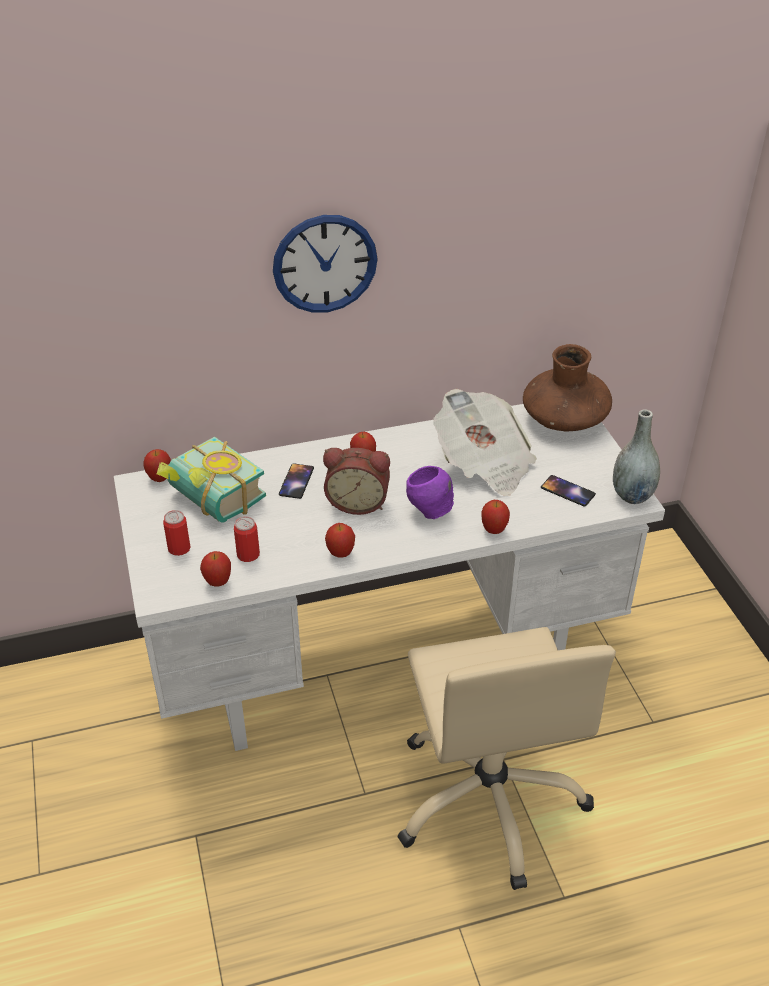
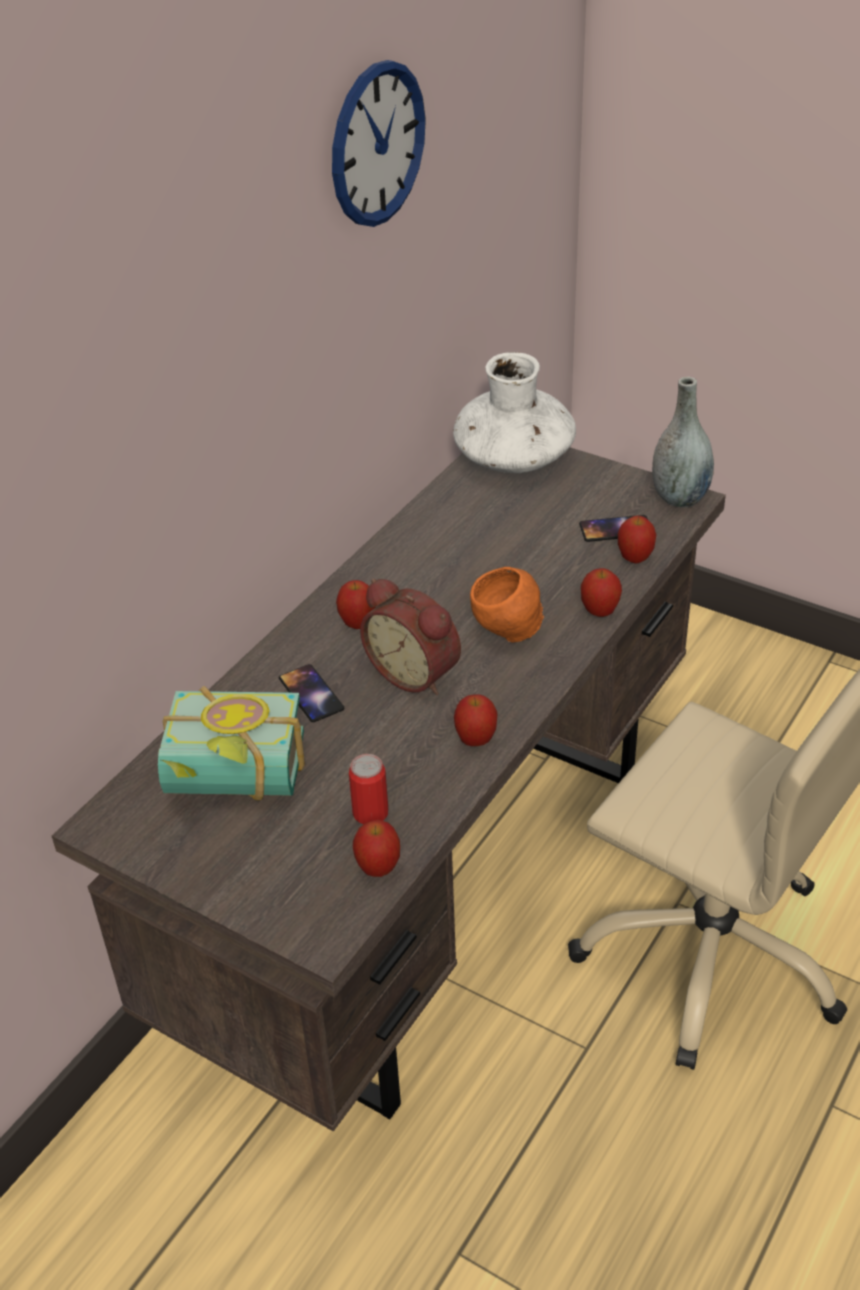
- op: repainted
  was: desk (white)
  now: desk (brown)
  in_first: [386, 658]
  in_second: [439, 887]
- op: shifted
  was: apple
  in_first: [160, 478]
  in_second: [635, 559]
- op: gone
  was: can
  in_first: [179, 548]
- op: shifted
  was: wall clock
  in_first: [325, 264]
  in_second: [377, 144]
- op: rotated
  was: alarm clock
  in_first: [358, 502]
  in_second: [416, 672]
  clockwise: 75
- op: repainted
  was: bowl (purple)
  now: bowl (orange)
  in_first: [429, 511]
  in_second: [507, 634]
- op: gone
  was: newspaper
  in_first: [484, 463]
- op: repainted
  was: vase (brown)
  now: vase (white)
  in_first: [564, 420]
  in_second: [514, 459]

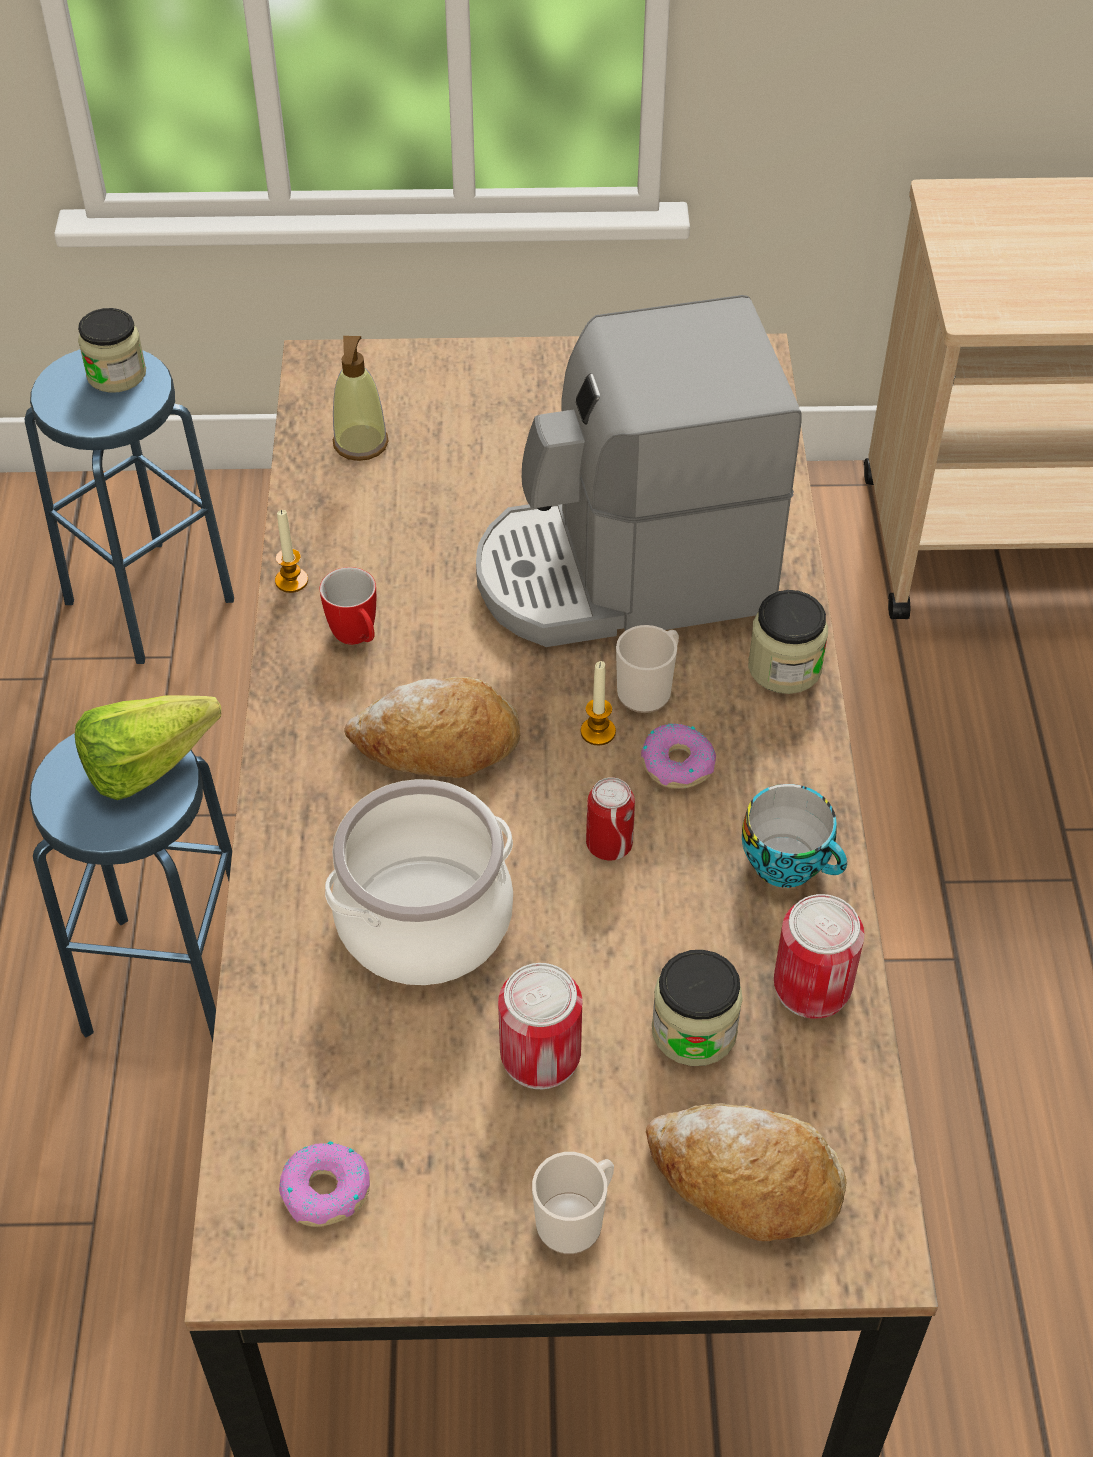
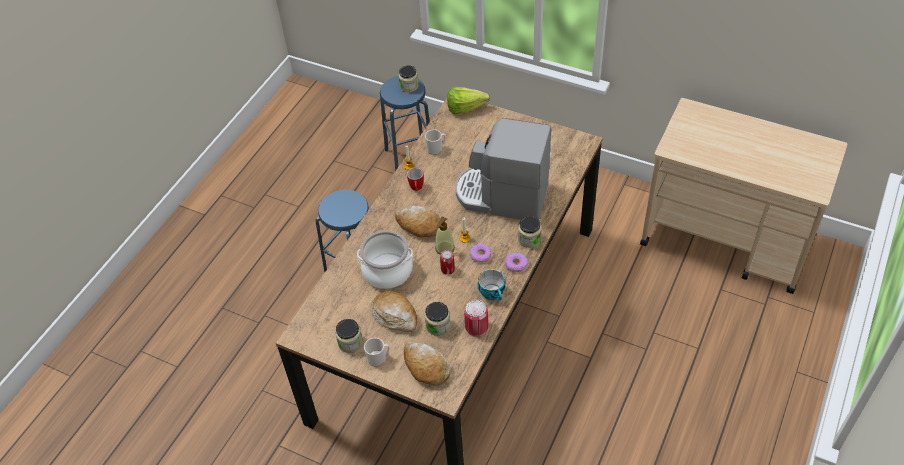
- op: shifted
  was: lettuce
  in_first: [160, 763]
  in_second: [469, 109]
- op: shifted
  was: donut
  in_first: [325, 1191]
  in_second: [516, 264]
- op: shifted
  was: soap dispenser
  in_first: [360, 443]
  in_second: [444, 249]
- op: swapped
  was: can
  now: bread
  in_first: [540, 1055]
  in_second: [395, 316]
- op: shifted
  was: mug
  in_first: [648, 689]
  in_second: [436, 149]
- op: new
  now: jar
  in_second: [350, 342]

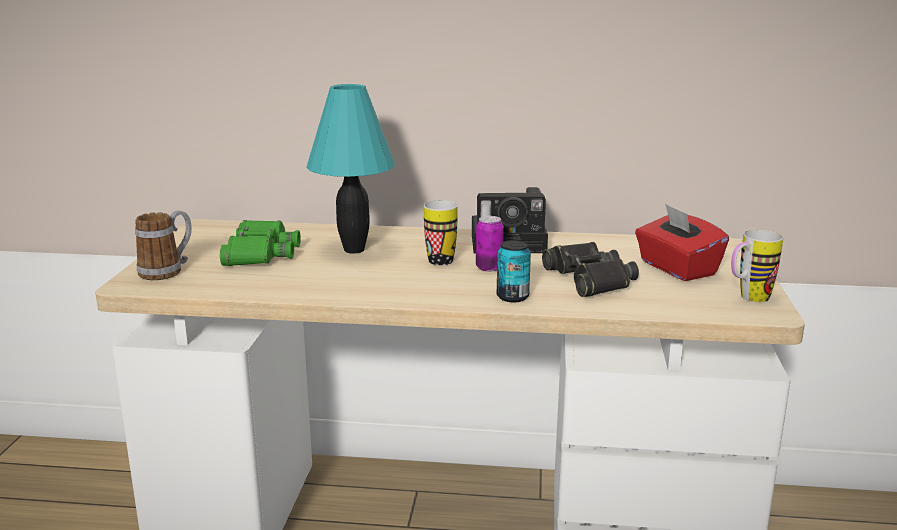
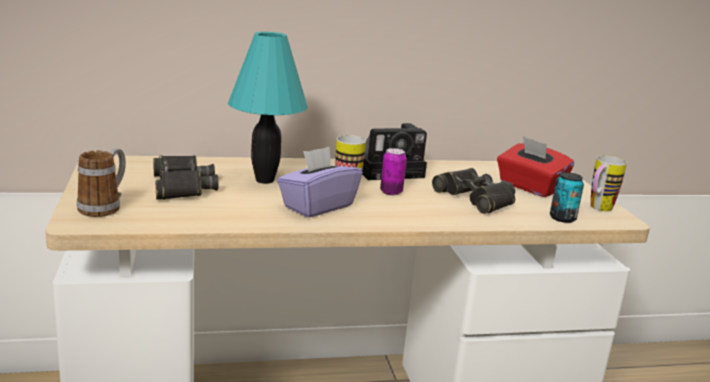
- op: repainted
  was: binoculars (green)
  now: binoculars (black)
  in_first: [260, 253]
  in_second: [181, 186]
- op: shifted
  was: can
  in_first: [512, 297]
  in_second: [562, 218]
- op: new
  now: tissue box (purple)
  in_second: [317, 206]

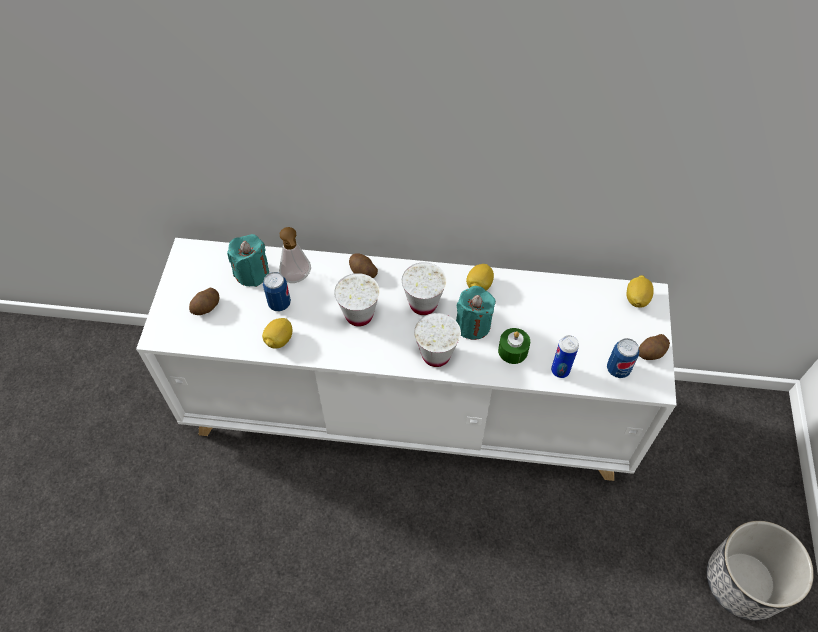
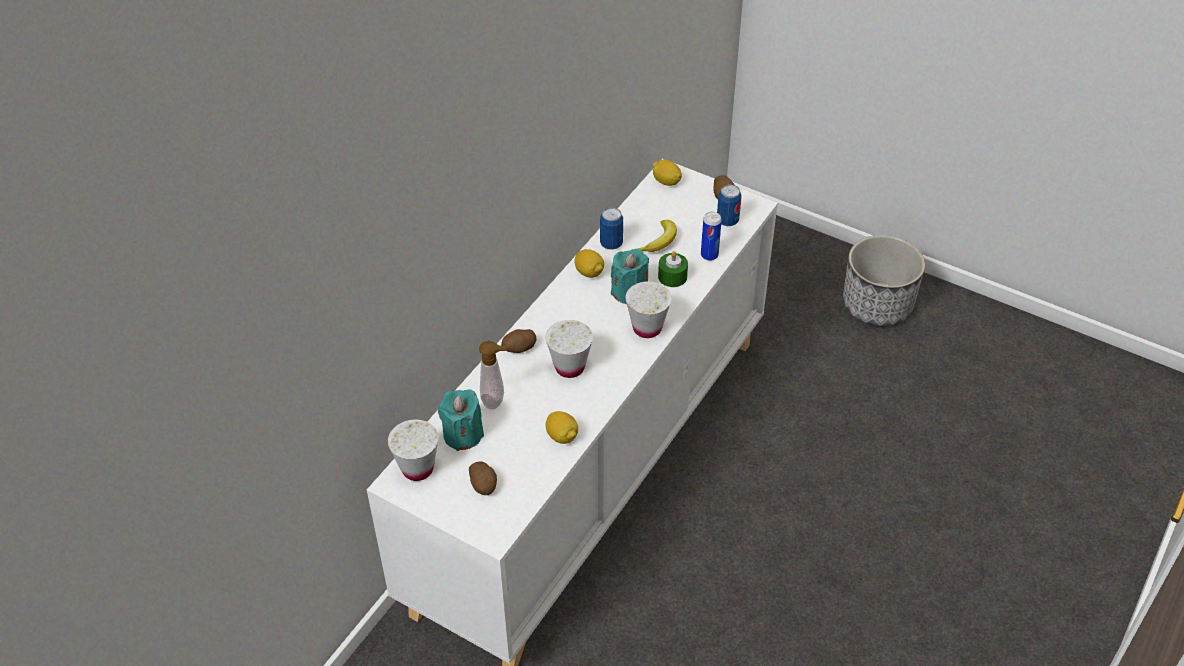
- op: shifted
  was: can
  in_first: [279, 303]
  in_second: [611, 244]
- op: shifted
  was: cup (white)
  in_first: [423, 304]
  in_second: [417, 469]
- op: new
  now: banana
  in_second: [659, 241]

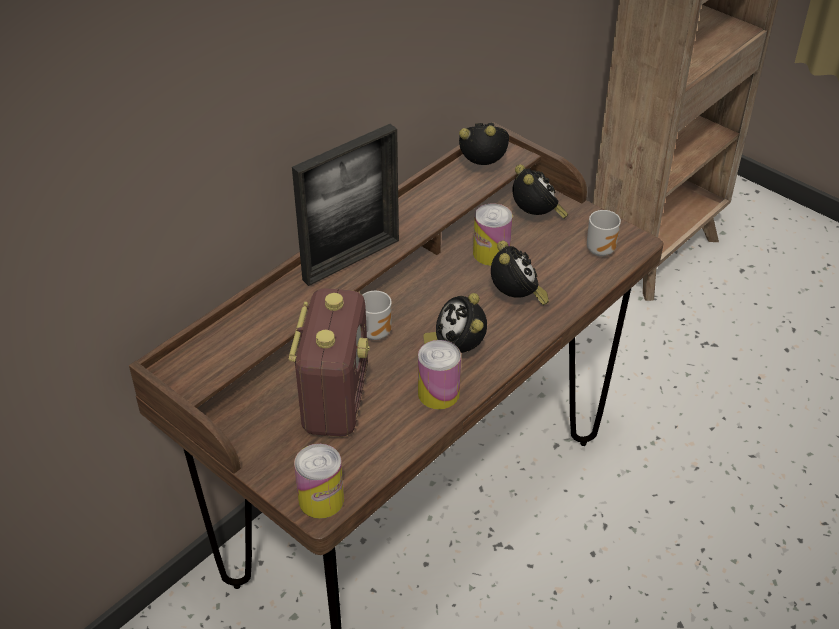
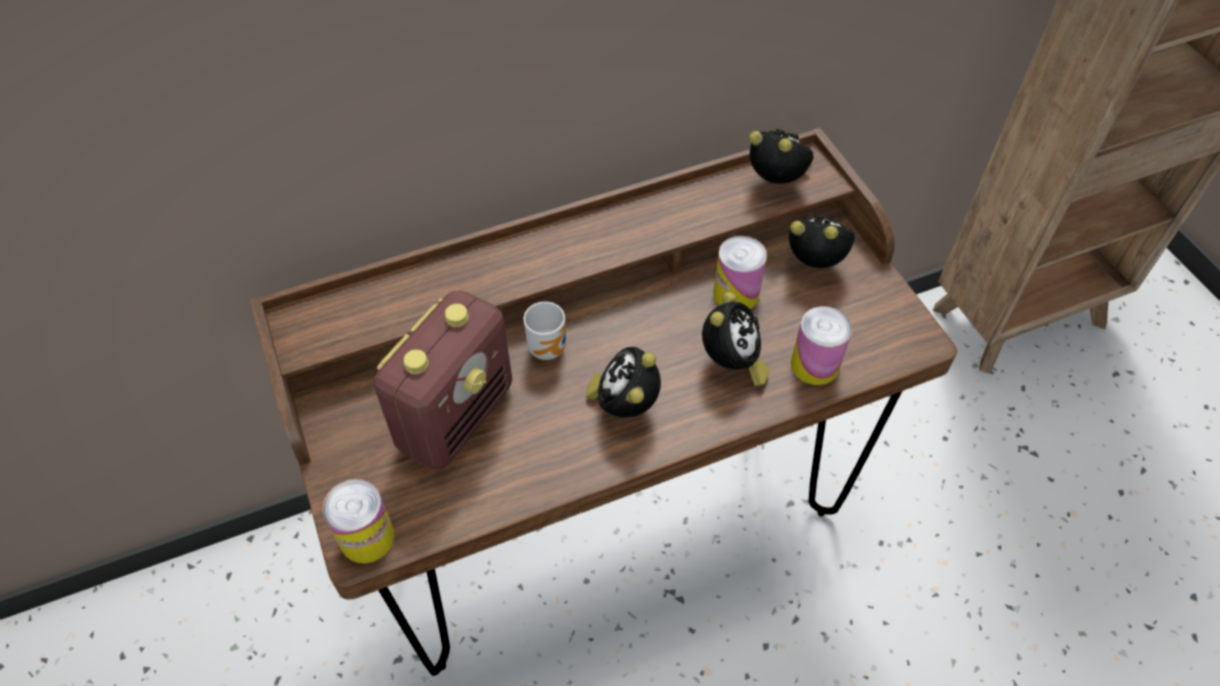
- op: gone
  was: picture frame
  in_first: [351, 260]
- op: shifted
  was: can
  in_first: [438, 393]
  in_second: [814, 365]
- op: rotated
  was: alarm clock
  in_first: [536, 217]
  in_second: [817, 264]
  clockwise: -75
- op: gone
  was: mug
  in_first: [602, 249]

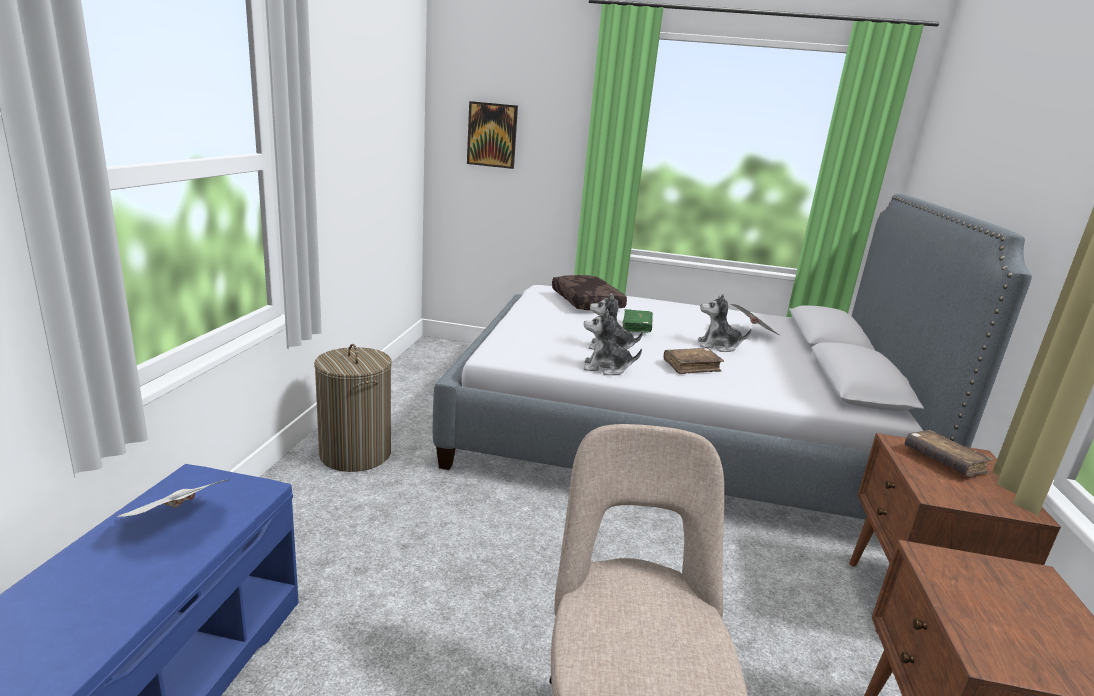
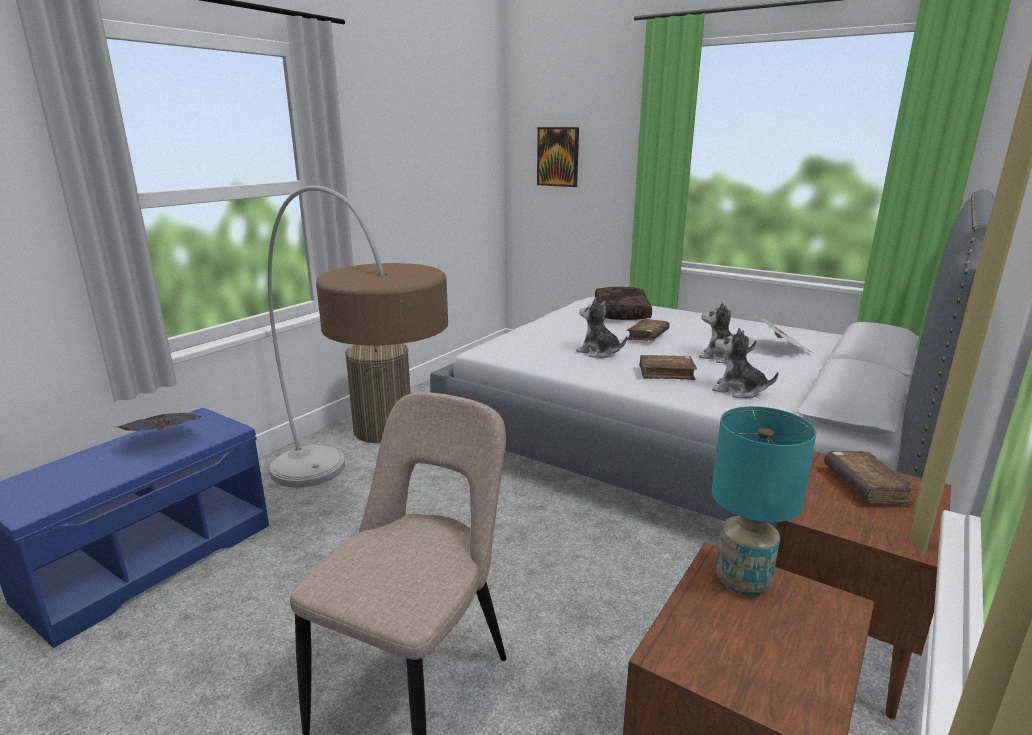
- op: shifted
  was: plush toy
  in_first: [606, 368]
  in_second: [738, 391]
- op: repainted
  was: book (green)
  now: book (brown)
  in_first: [636, 327]
  in_second: [647, 336]
- op: new
  now: floor lamp
  in_second: [359, 509]
- op: new
  now: table lamp (turquoise)
  in_second: [743, 581]

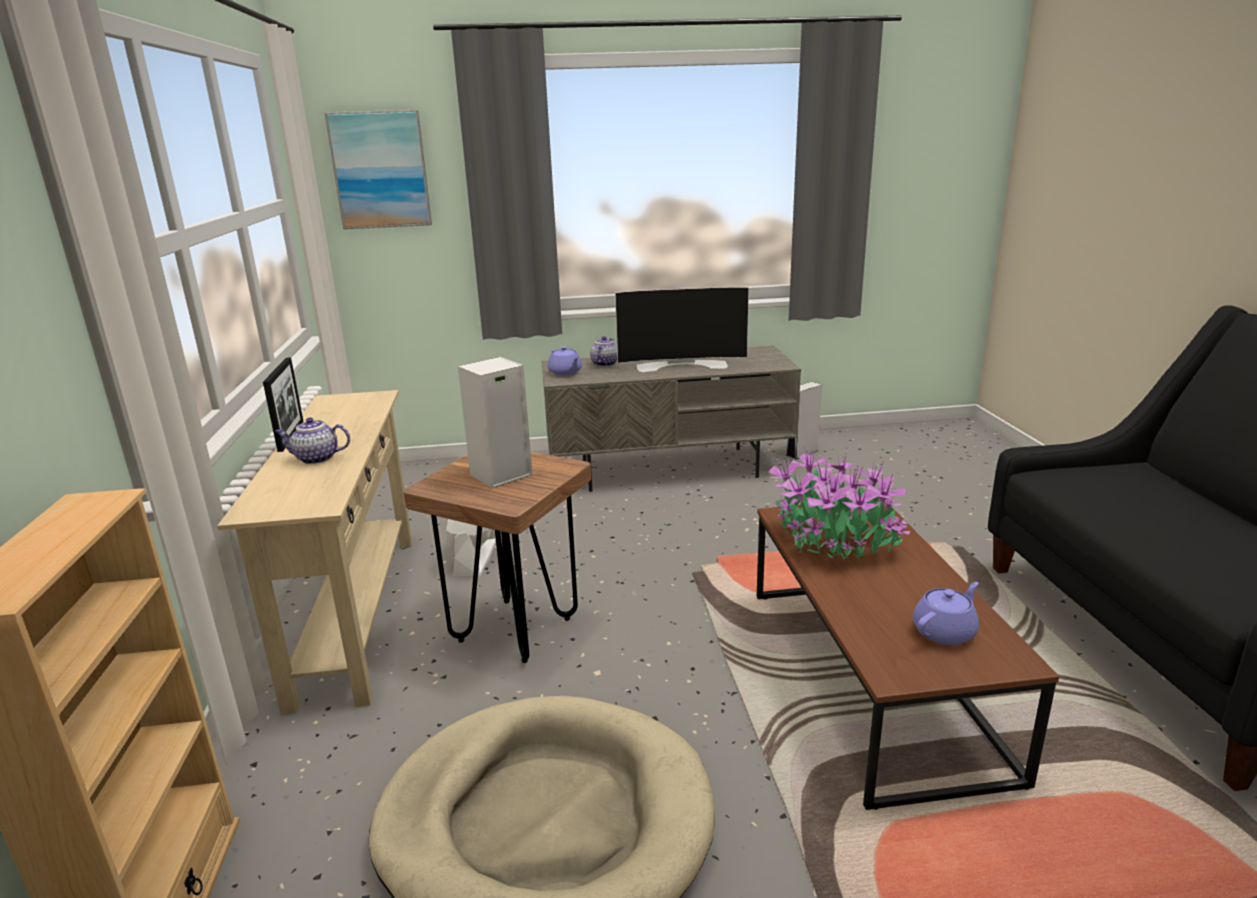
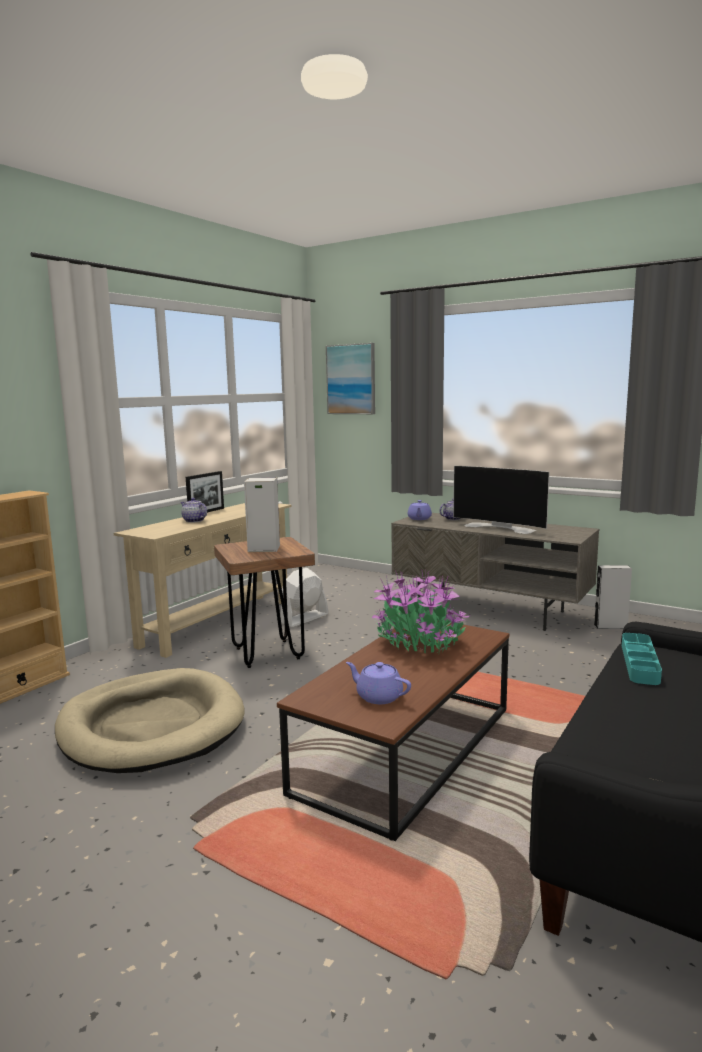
- op: rotated
  was: teapot (purple)
  in_first: [945, 631]
  in_second: [378, 696]
  clockwise: -150
- op: new
  now: tray (turquoise)
  in_second: [639, 663]

